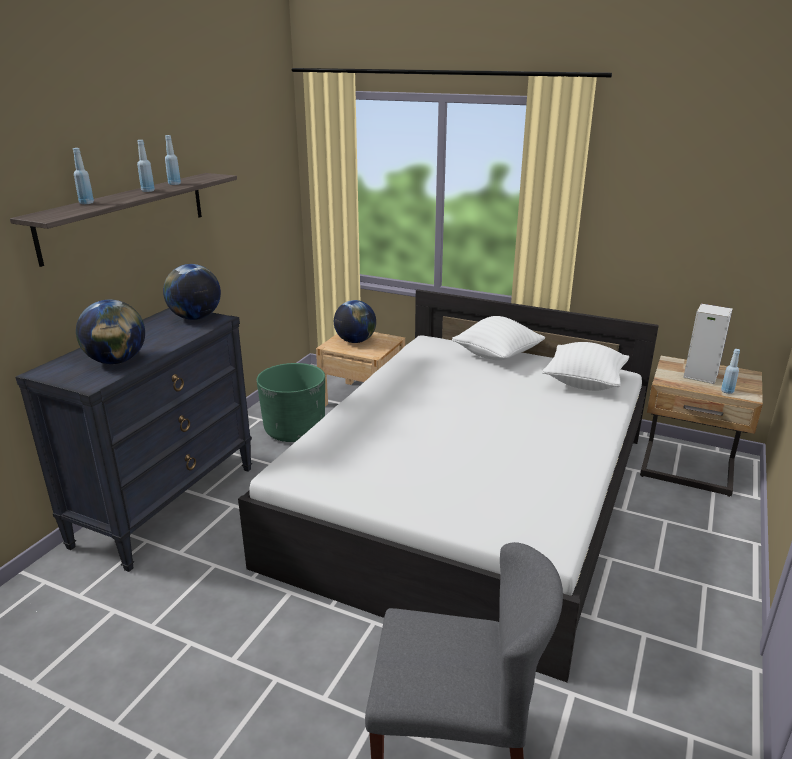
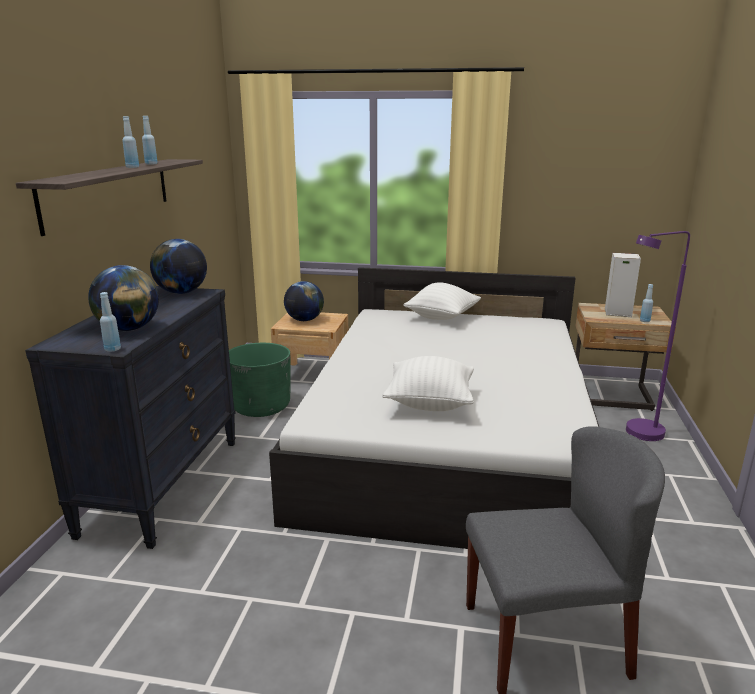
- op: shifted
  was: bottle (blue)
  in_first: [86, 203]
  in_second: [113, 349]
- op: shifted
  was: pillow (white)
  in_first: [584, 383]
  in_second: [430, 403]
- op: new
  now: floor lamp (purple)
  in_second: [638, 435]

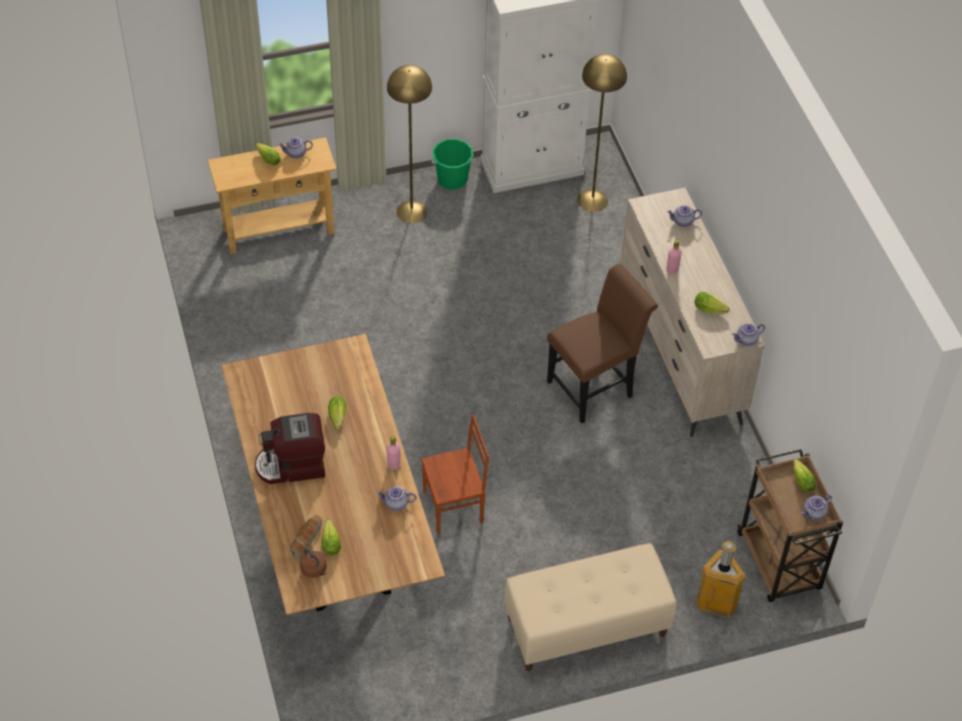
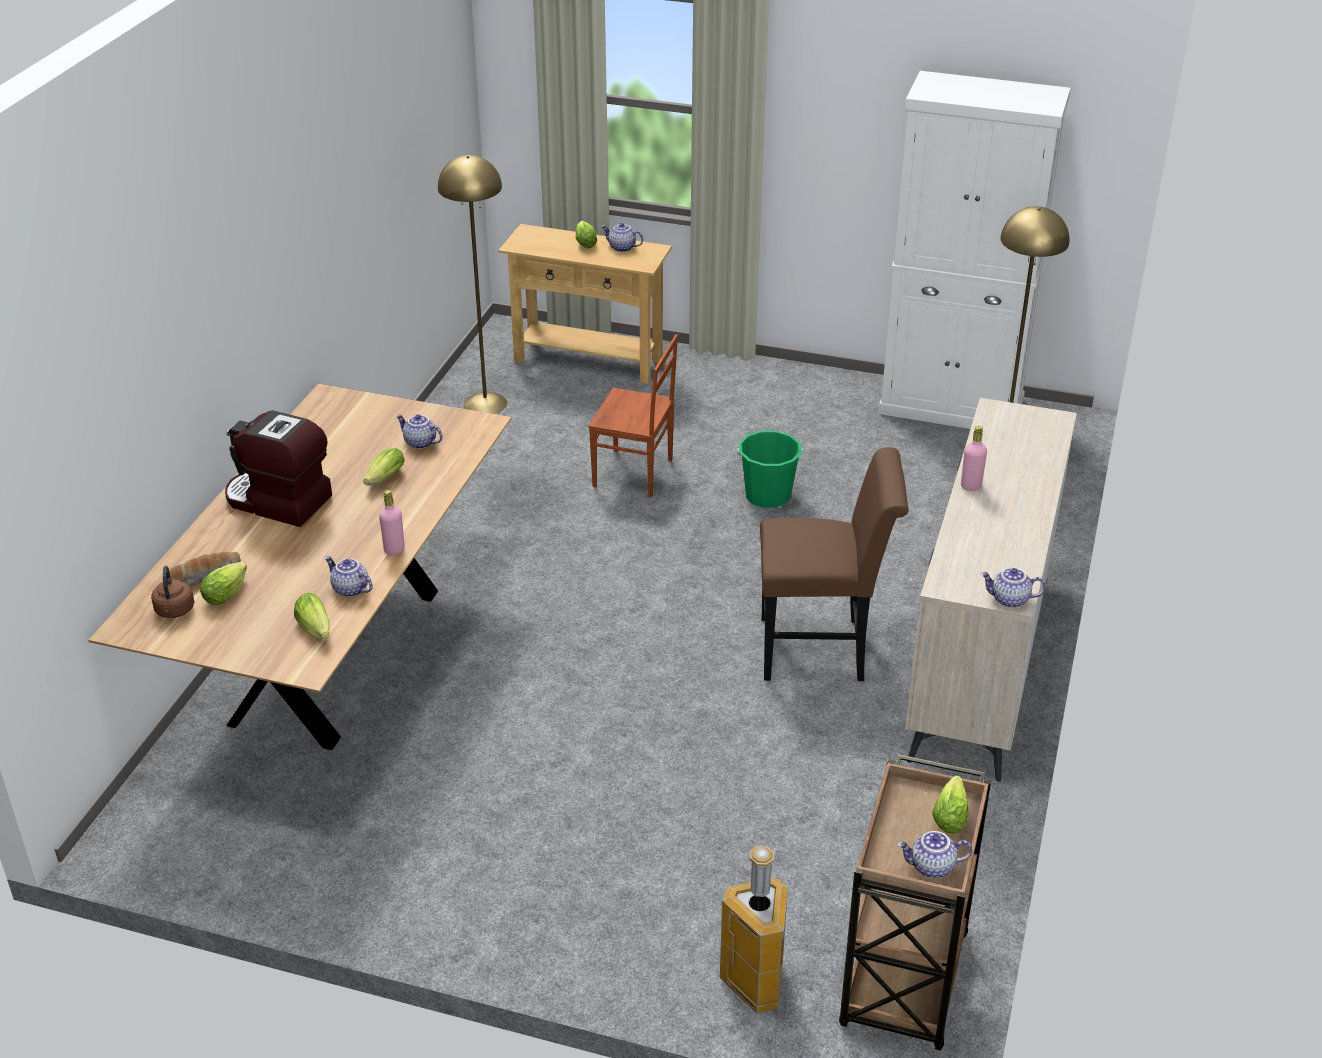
- op: shifted
  was: floor lamp (yellow)
  in_first: [411, 211]
  in_second: [485, 403]
- op: shifted
  was: chair (brown)
  in_first: [454, 507]
  in_second: [634, 474]
- op: shifted
  was: bucket (green)
  in_first: [452, 179]
  in_second: [768, 496]
- op: gone
  was: bench (beige)
  in_first: [586, 627]
- op: shifted
  was: teapot
  in_first: [683, 222]
  in_second: [419, 443]
- op: shifted
  was: lettuce
  in_first: [711, 310]
  in_second: [316, 630]

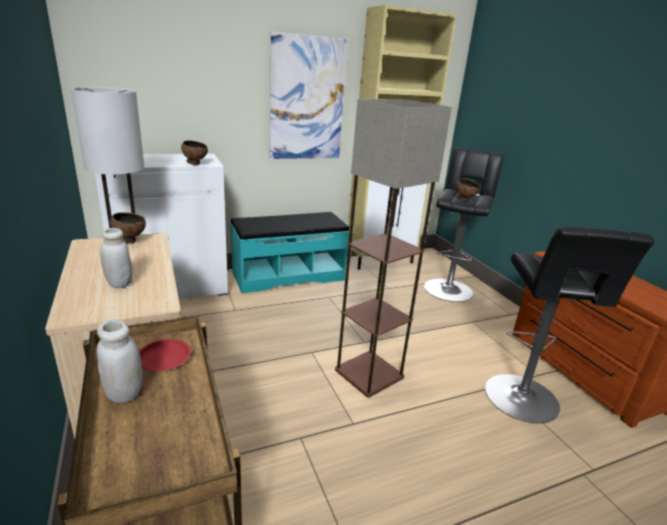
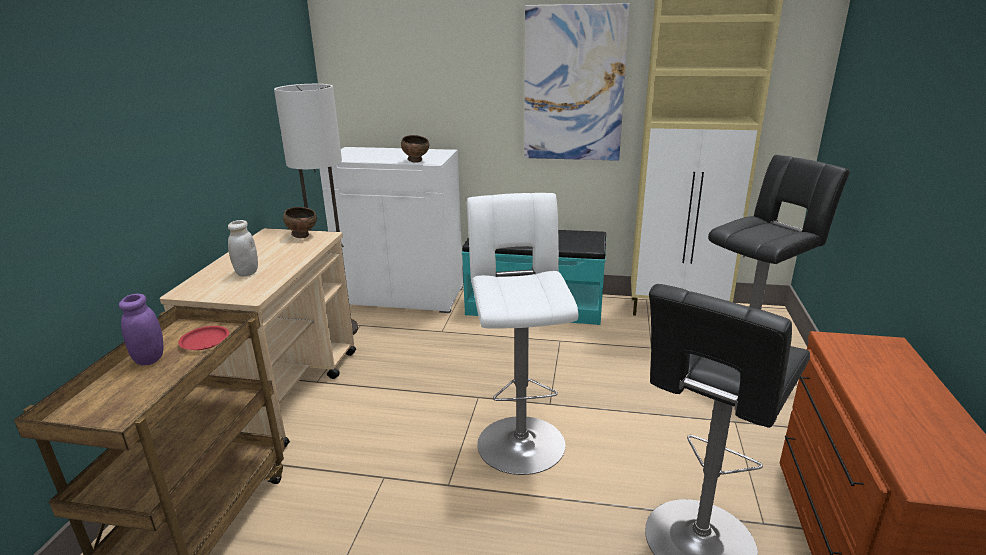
- op: repainted
  was: jar (white)
  now: jar (purple)
  in_first: [124, 393]
  in_second: [150, 359]
- op: swapped
  was: floor lamp
  now: stool (white)
  in_first: [369, 373]
  in_second: [519, 439]
- op: gone
  was: bowl (brown)
  in_first: [464, 200]

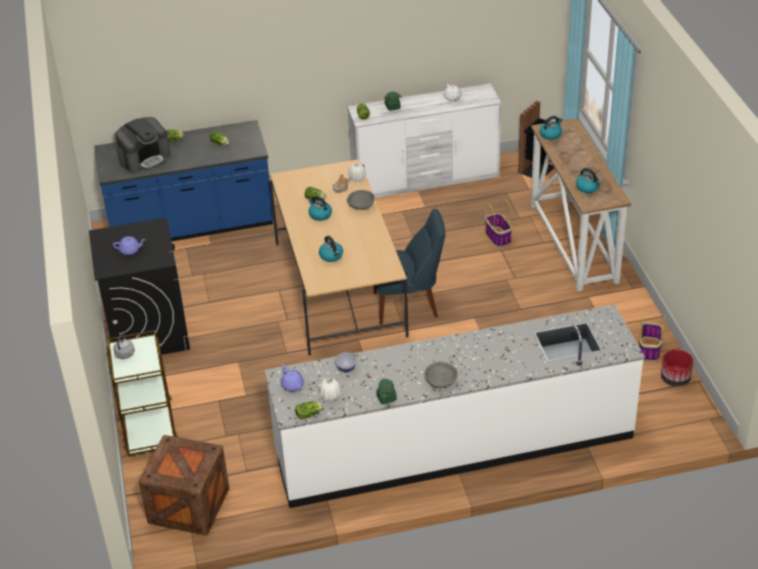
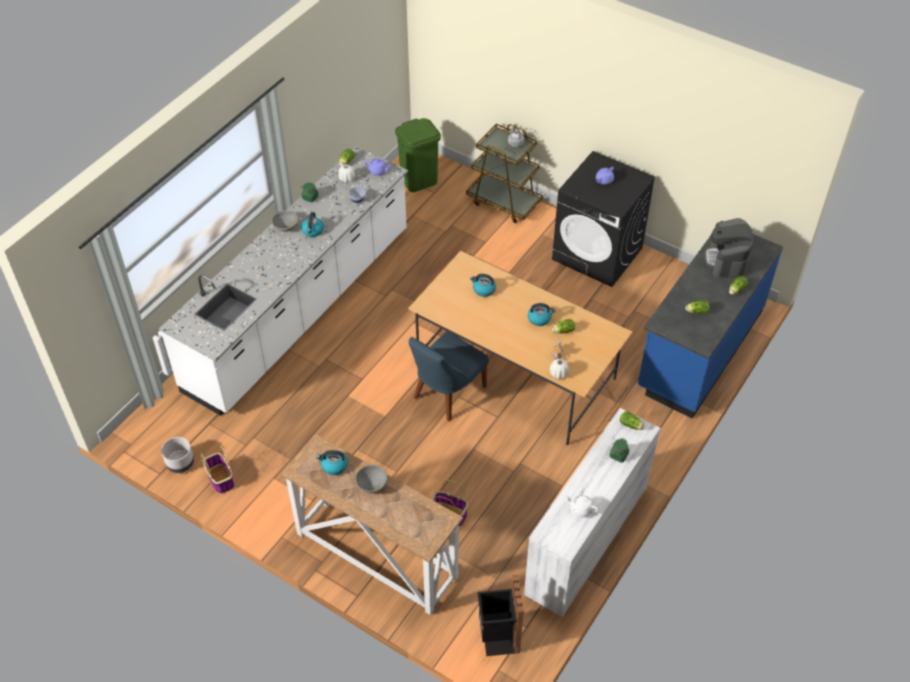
- op: swapped
  was: crate
  now: trash can (green)
  in_first: [189, 506]
  in_second: [419, 180]
- op: shifted
  was: bowl (grey)
  in_first: [361, 206]
  in_second: [372, 484]
- op: shifted
  was: kettle
  in_first: [550, 134]
  in_second: [313, 231]
- op: repainted
  was: planter (red)
  now: planter (grey)
  in_first: [675, 379]
  in_second: [180, 463]

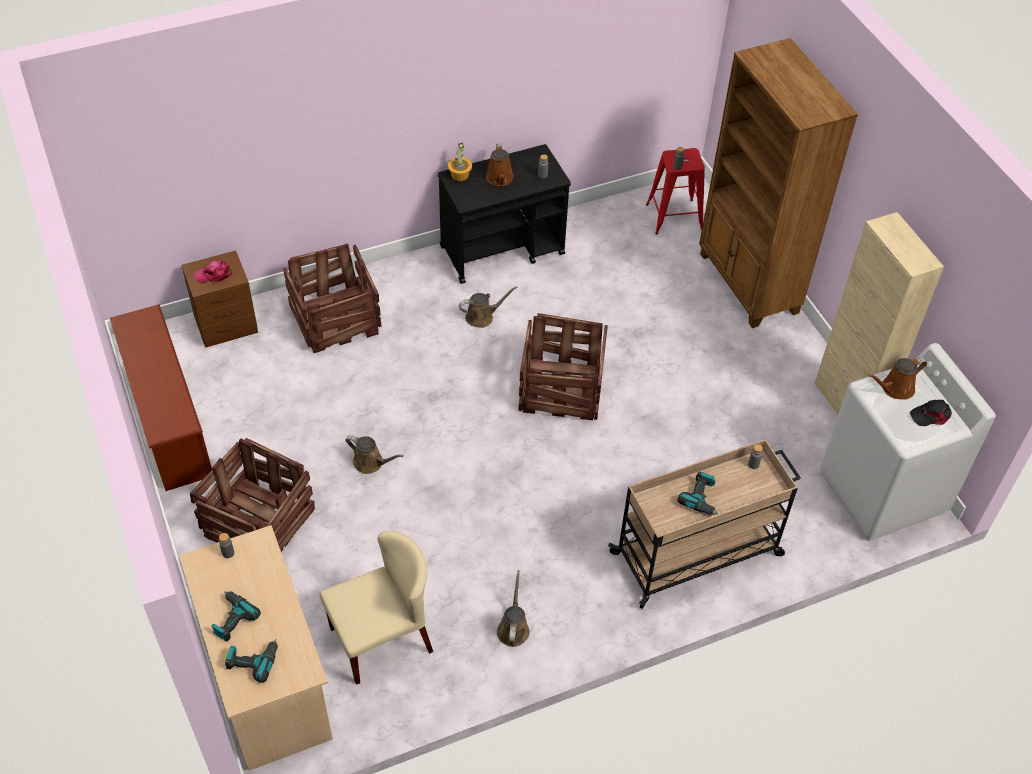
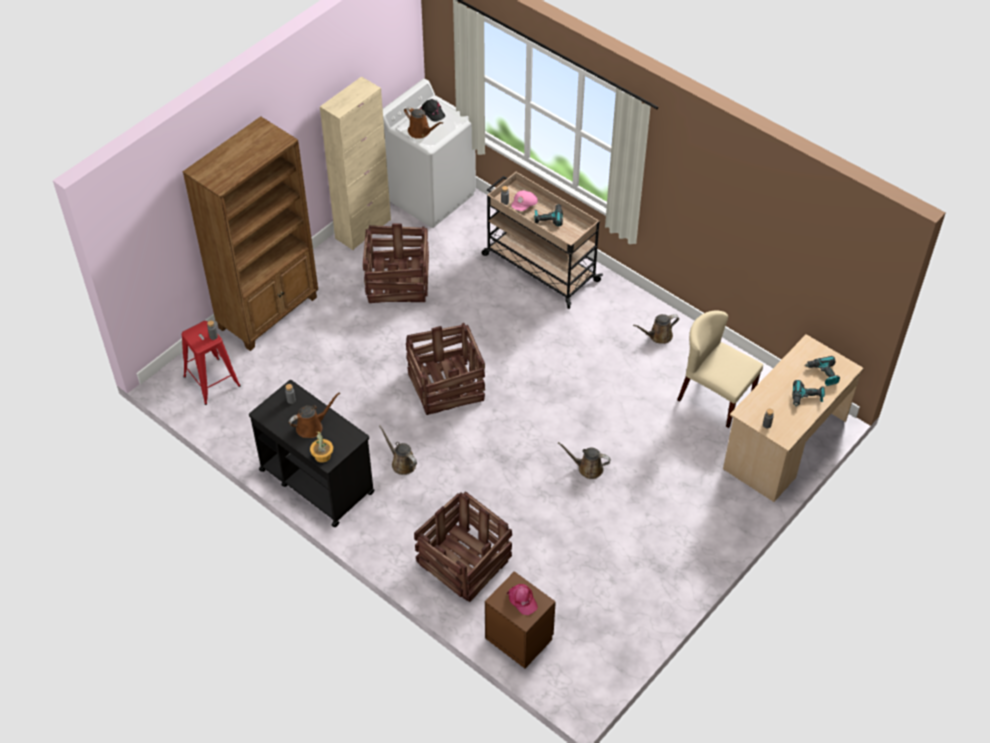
- op: gone
  was: shoe rack (brown)
  in_first: [168, 423]
- op: shifted
  was: crate
  in_first: [259, 522]
  in_second: [398, 280]
- op: rotated
  was: watering can (brown)
  in_first: [371, 463]
  in_second: [587, 468]
  clockwise: -75
- op: new
  now: cap (pink)
  in_second: [524, 205]

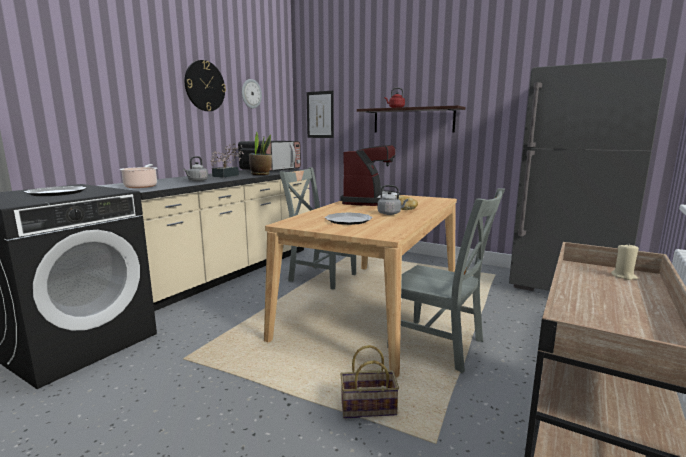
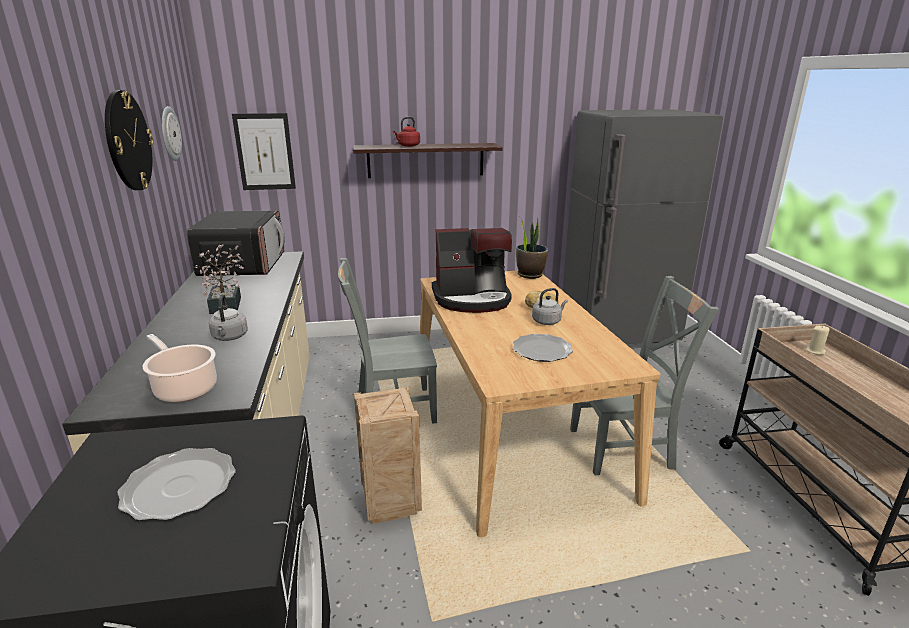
- op: shifted
  was: potted plant
  in_first: [261, 174]
  in_second: [530, 275]
- op: gone
  was: basket
  in_first: [367, 408]
- op: rotated
  was: coffee machine
  in_first: [371, 201]
  in_second: [472, 299]
  clockwise: 105
- op: new
  now: crate
  in_second: [389, 503]

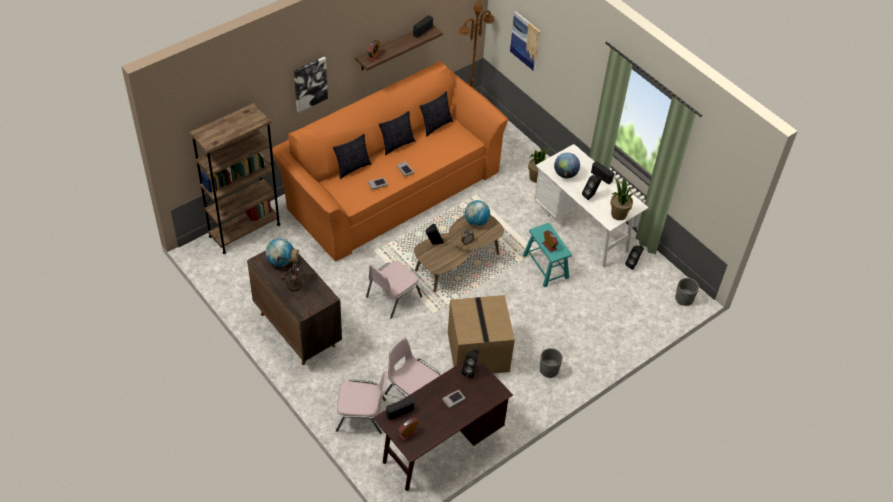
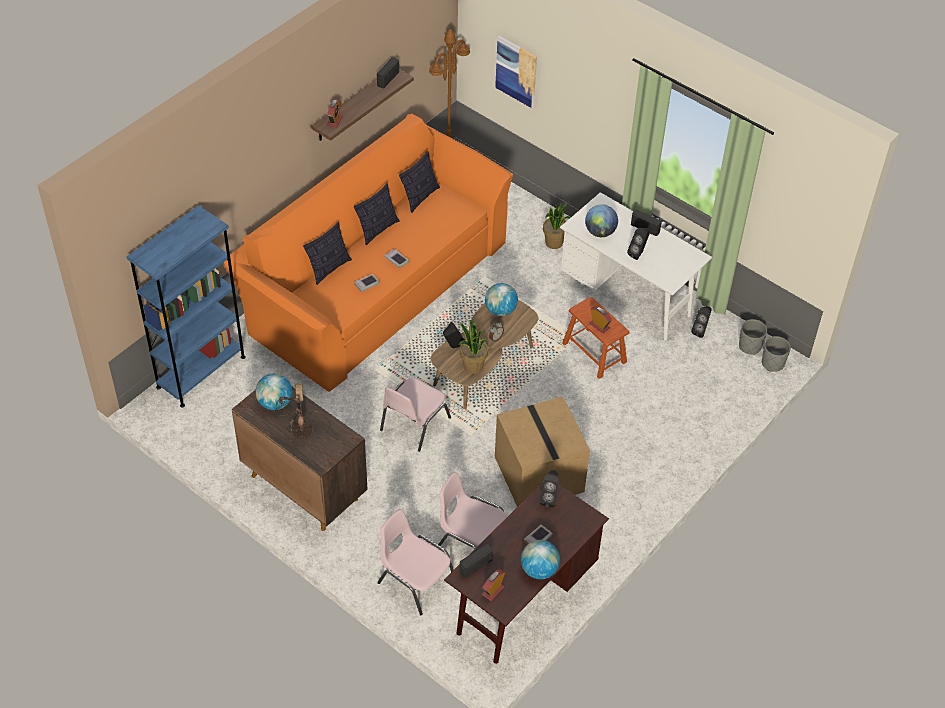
- op: repainted
  was: bookcase (brown)
  now: bookcase (blue)
  in_first: [244, 230]
  in_second: [201, 372]
- op: gone
  was: picture
  in_first: [310, 83]
- op: rotated
  was: chair (pink)
  in_first: [362, 415]
  in_second: [415, 580]
  clockwise: -135
- op: repainted
  was: stool (turquoise)
  now: stool (brown)
  in_first: [545, 266]
  in_second: [594, 352]
- op: shifted
  was: planter (grey)
  in_first: [549, 370]
  in_second: [750, 346]
- op: shifted
  was: potted plant
  in_first: [618, 214]
  in_second: [472, 366]
- op: new
  now: globe
  in_second: [539, 570]

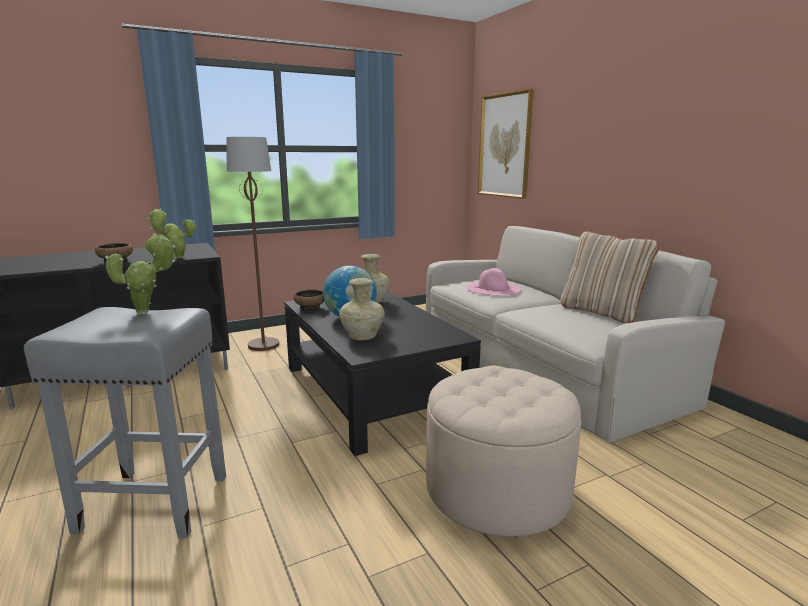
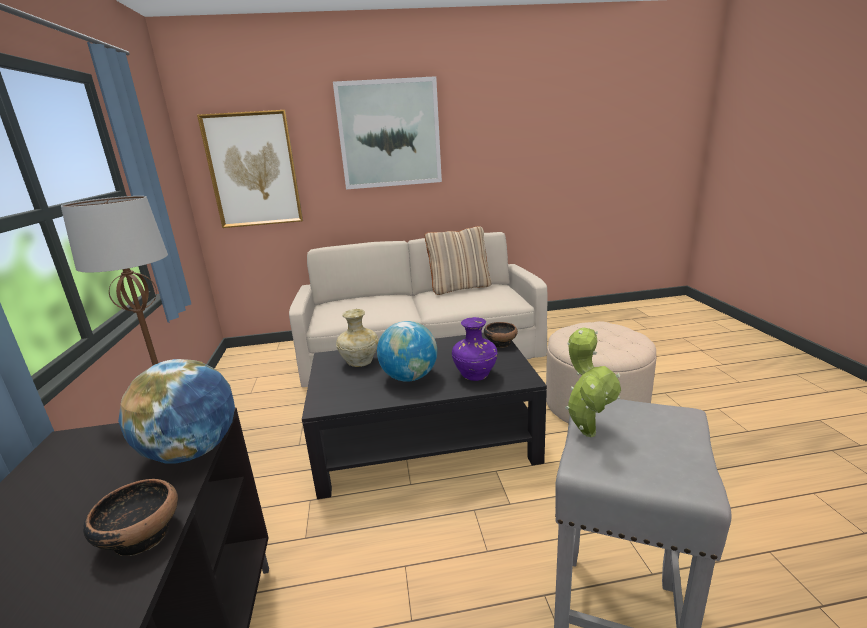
- op: swapped
  was: potted plant
  now: globe
  in_first: [176, 258]
  in_second: [193, 452]
- op: shifted
  was: bowl
  in_first: [310, 309]
  in_second: [500, 343]
- op: repainted
  was: vase (beige)
  now: vase (purple)
  in_first: [361, 337]
  in_second: [475, 375]
- op: gone
  was: hat (pink)
  in_first: [493, 288]
- op: new
  now: picture
  in_second: [389, 134]

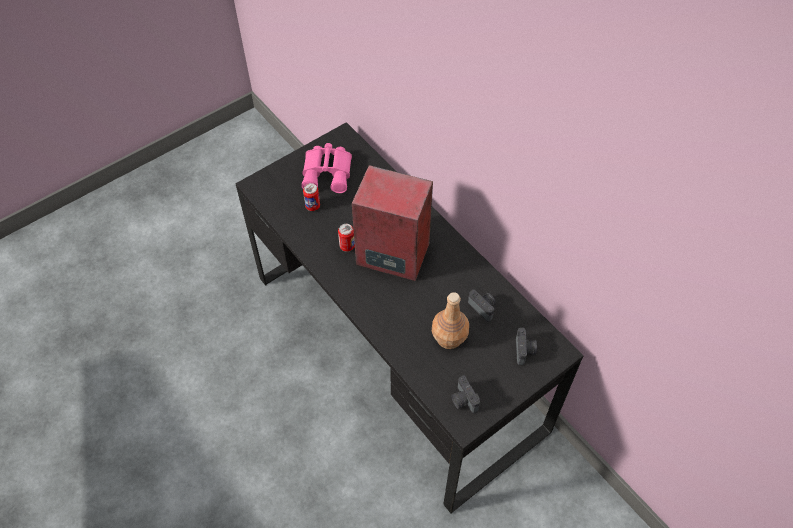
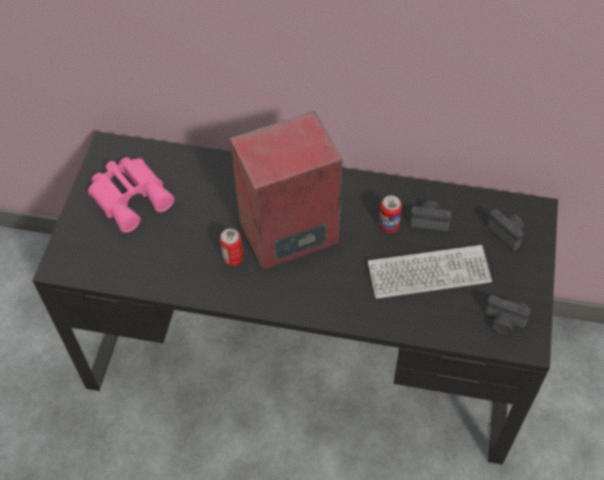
- op: shifted
  was: can
  in_first: [312, 206]
  in_second: [388, 225]
- op: swapped
  was: bottle (brown)
  now: keyboard
  in_first: [449, 337]
  in_second: [429, 273]

